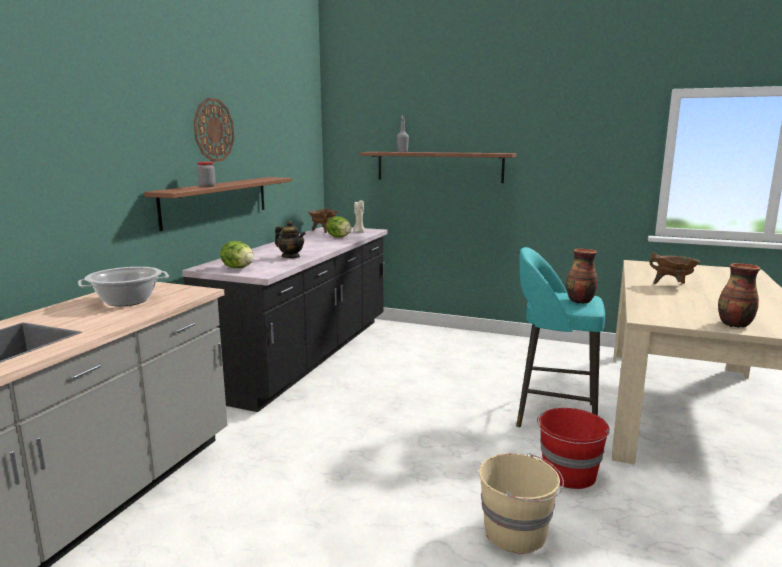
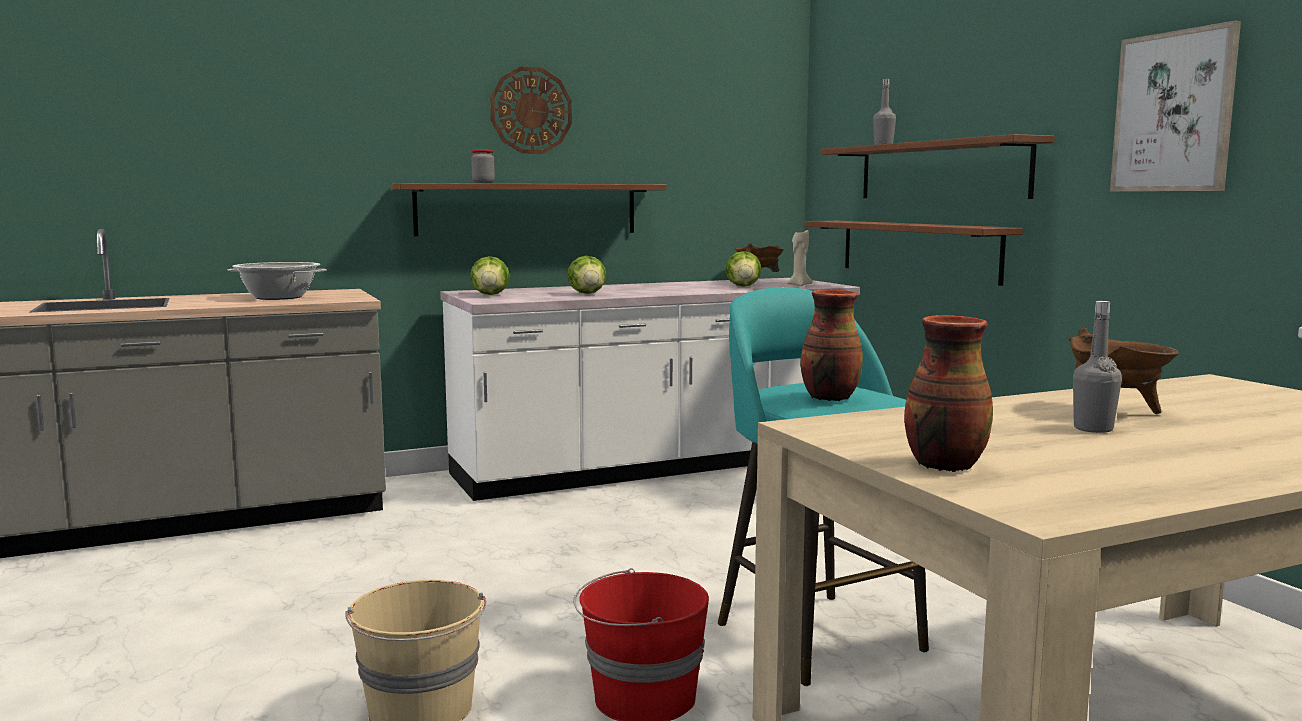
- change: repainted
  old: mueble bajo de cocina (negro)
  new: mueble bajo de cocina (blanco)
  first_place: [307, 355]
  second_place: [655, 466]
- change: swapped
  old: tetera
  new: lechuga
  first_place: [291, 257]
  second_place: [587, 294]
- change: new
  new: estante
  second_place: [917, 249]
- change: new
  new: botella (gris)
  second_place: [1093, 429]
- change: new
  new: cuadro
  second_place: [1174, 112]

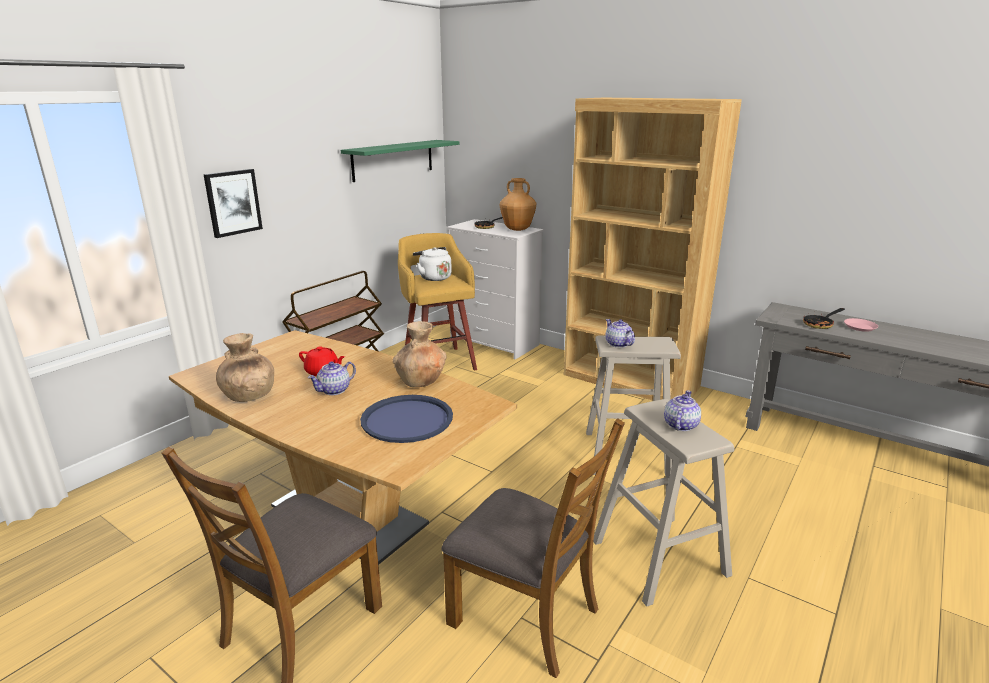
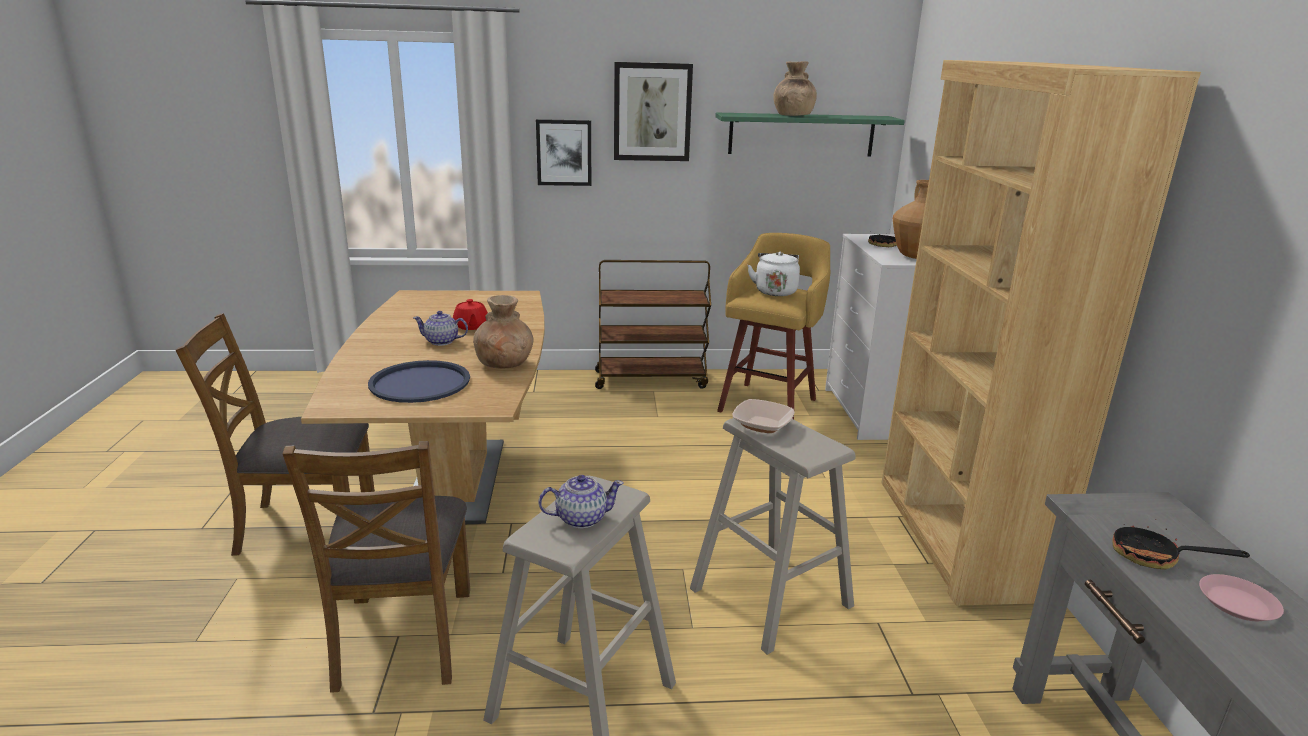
- change: new
  new: cuadro
  second_place: [652, 112]
- change: swapped
  old: tetera
  new: cuenco
  first_place: [618, 344]
  second_place: [762, 425]
- change: shifted
  old: florero (marrón)
  first_place: [249, 396]
  second_place: [792, 115]

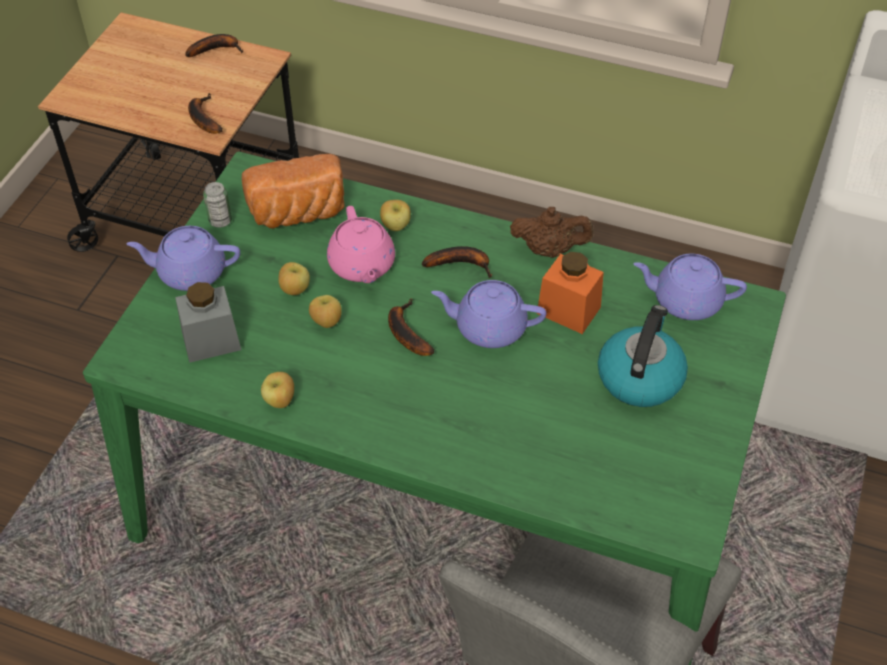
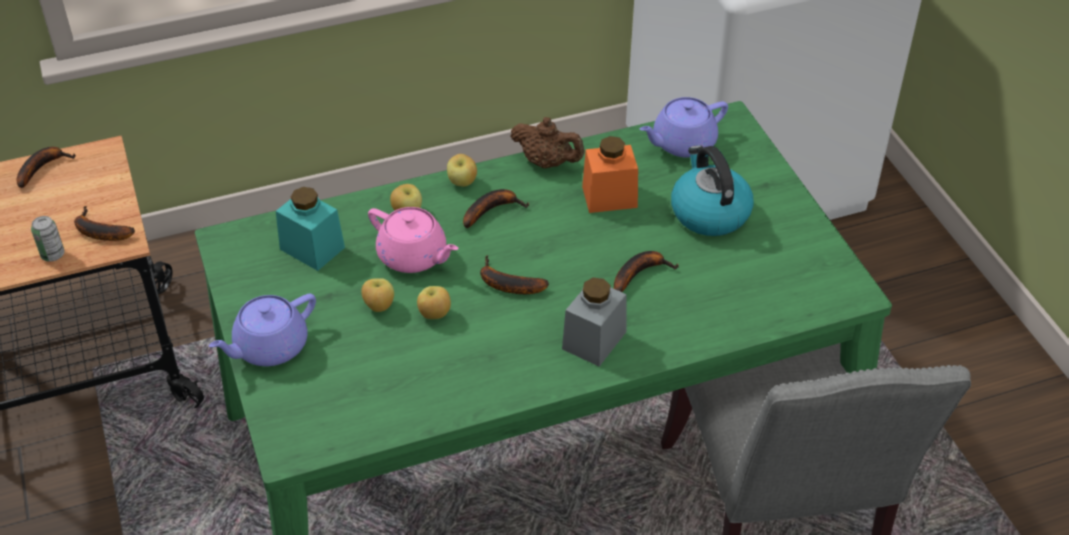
- change: shifted
  old: lata
  first_place: [220, 221]
  second_place: [53, 255]
- change: swapped
  old: pan
  new: tarro (turquesa)
  first_place: [298, 214]
  second_place: [312, 248]
- change: shifted
  old: manzana
  first_place: [280, 401]
  second_place: [462, 182]
- change: rotated
  old: tetera (marrón)
  first_place: [549, 250]
  second_place: [547, 163]
  degrees: 60
- change: shifted
  old: tarro (gris)
  first_place: [211, 340]
  second_place: [594, 340]
- change: new
  new: plátano
  second_place: [640, 273]
- change: gone
  old: tetera (morado)
  first_place: [489, 327]

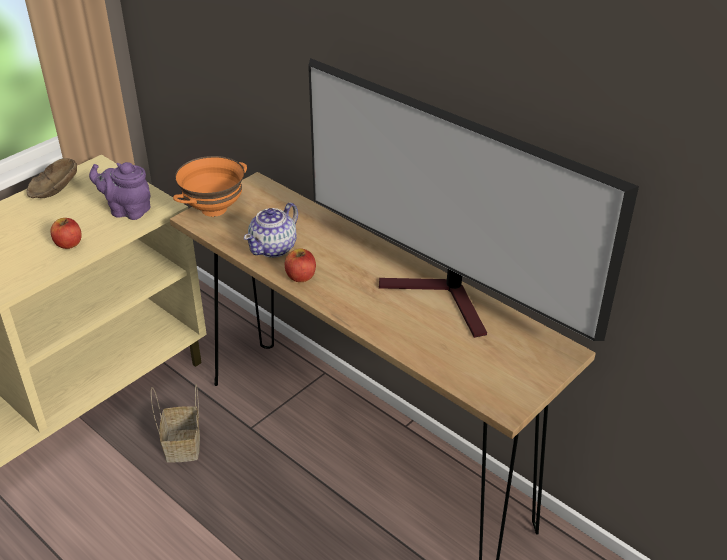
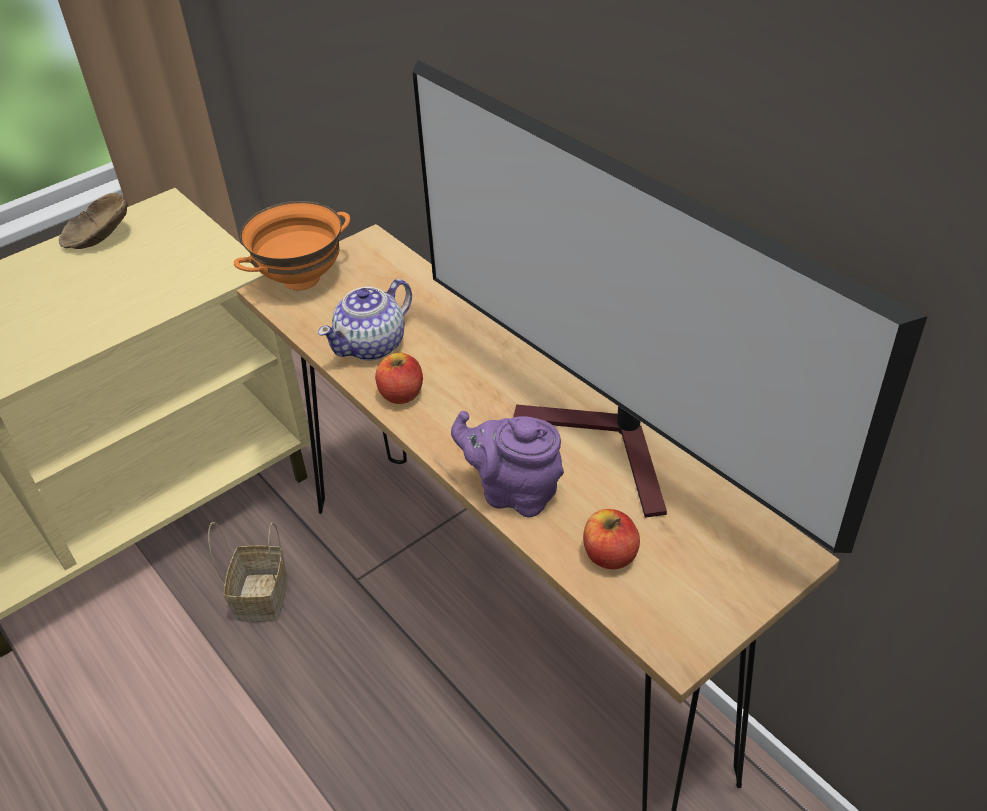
- change: shifted
  old: tetera (morado)
  first_place: [127, 210]
  second_place: [514, 492]
- change: shifted
  old: manzana
  first_place: [68, 244]
  second_place: [609, 555]

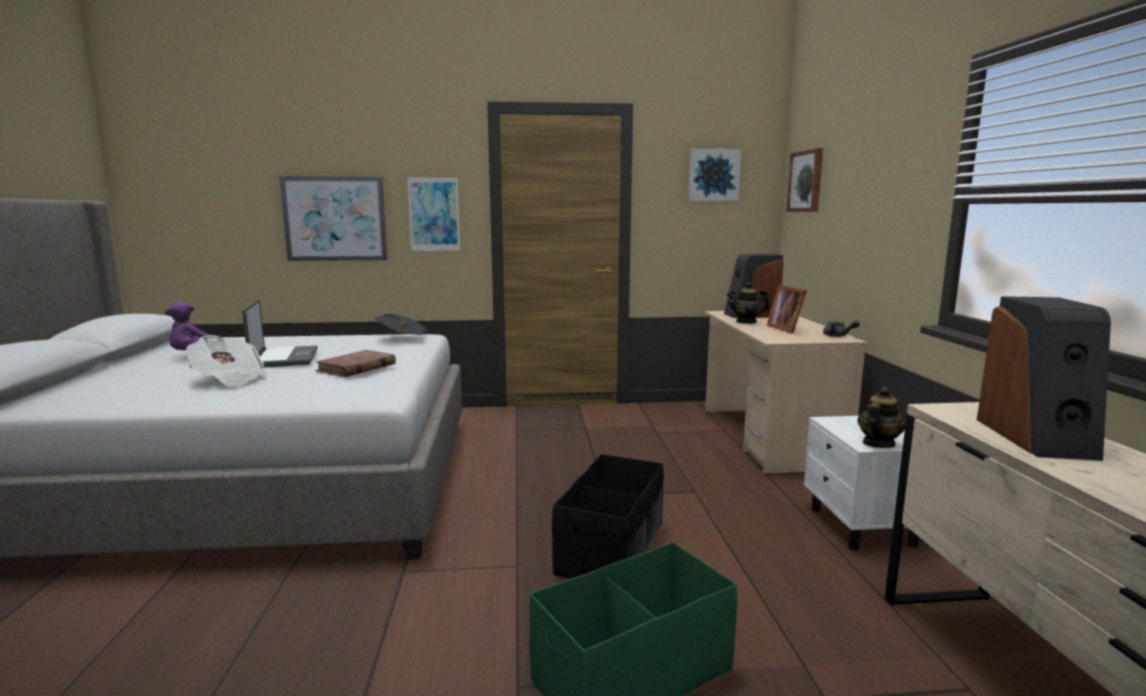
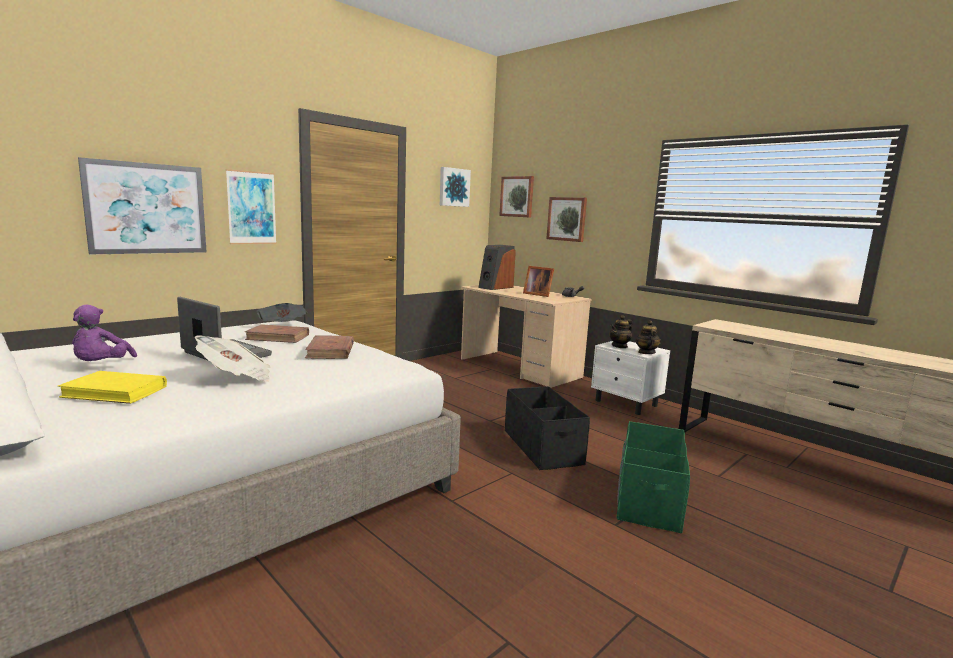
- change: new
  new: libro (amarillo)
  second_place: [115, 392]
- change: new
  new: libro (marrón)
  second_place: [278, 337]
- change: new
  new: cuadro
  second_place: [567, 219]
- change: shifted
  old: tetera
  first_place: [746, 322]
  second_place: [619, 346]
- change: gone
  old: altavoz
  first_place: [1036, 438]

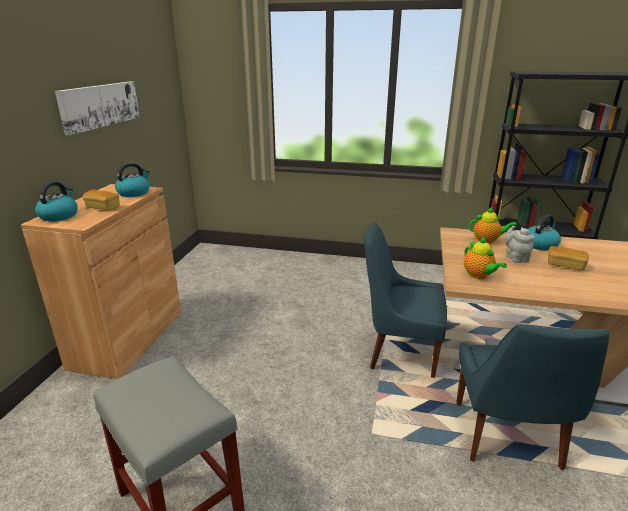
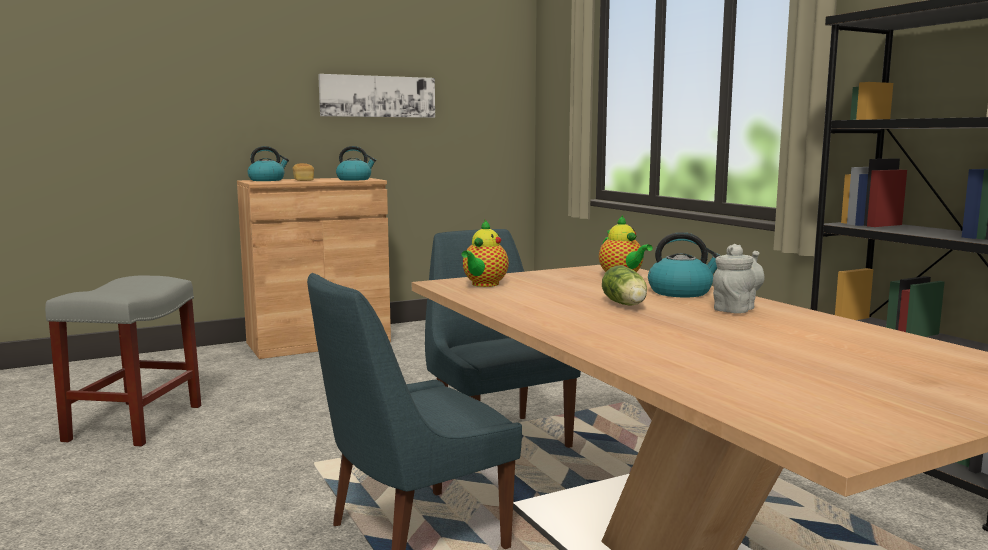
- change: swapped
  old: pan
  new: lechuga
  first_place: [565, 265]
  second_place: [626, 305]
- change: shifted
  old: tetera (gris)
  first_place: [515, 258]
  second_place: [736, 309]

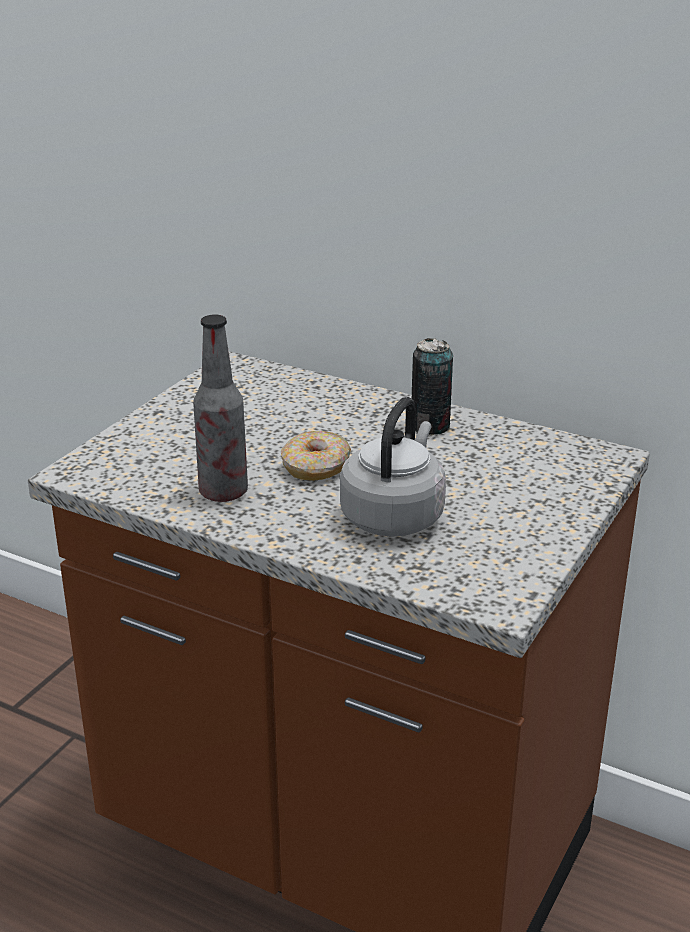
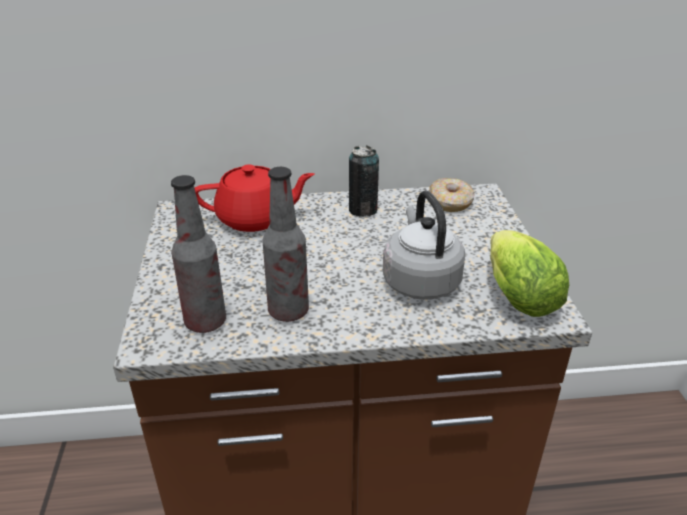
- change: new
  new: botella
  second_place: [205, 322]
- change: new
  new: tetera (rojo)
  second_place: [255, 218]
- change: shifted
  old: rosquilla
  first_place: [316, 467]
  second_place: [450, 202]
- change: new
  new: lechuga
  second_place: [515, 294]

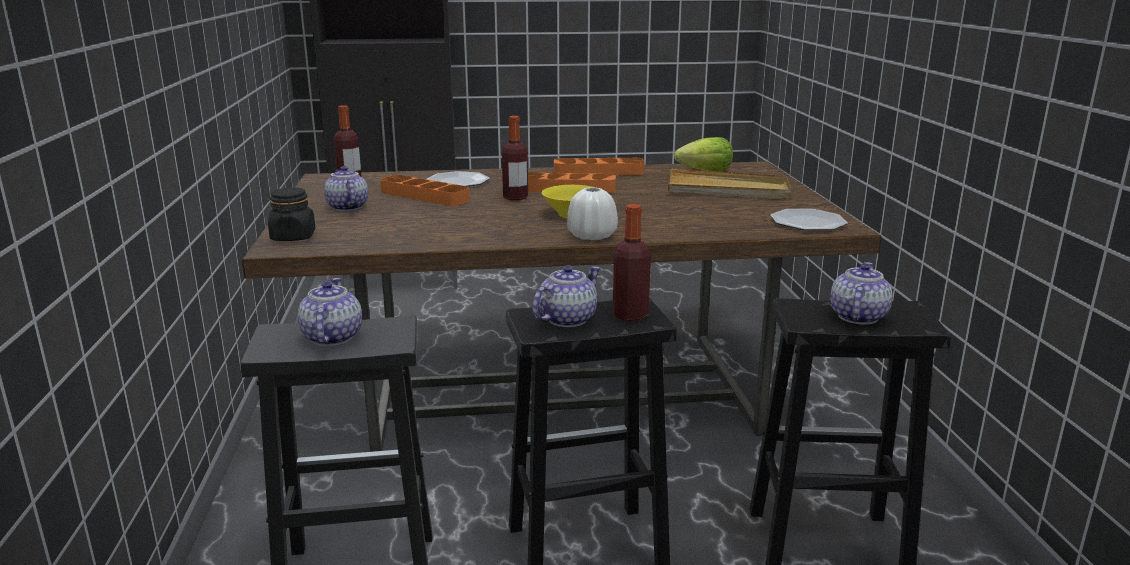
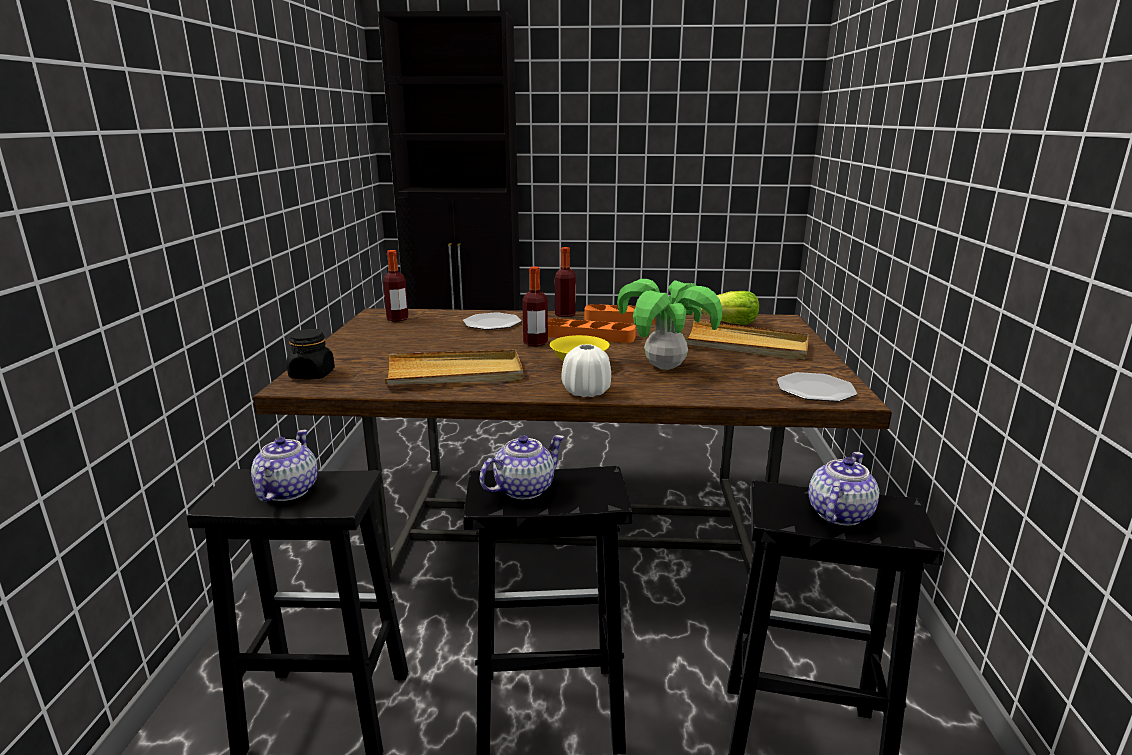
- change: new
  new: bandeja (beis)
  second_place: [455, 373]
- change: shifted
  old: botella
  first_place: [630, 315]
  second_place: [565, 314]
- change: new
  new: planta en maceta
  second_place: [665, 367]
- change: gone
  old: tetera
  first_place: [346, 207]
- change: gone
  old: bandeja (naranja)
  first_place: [424, 196]

